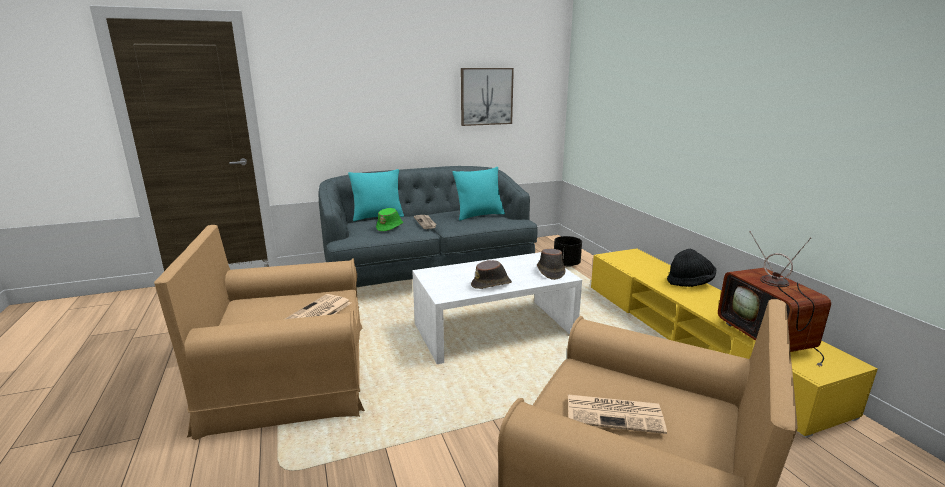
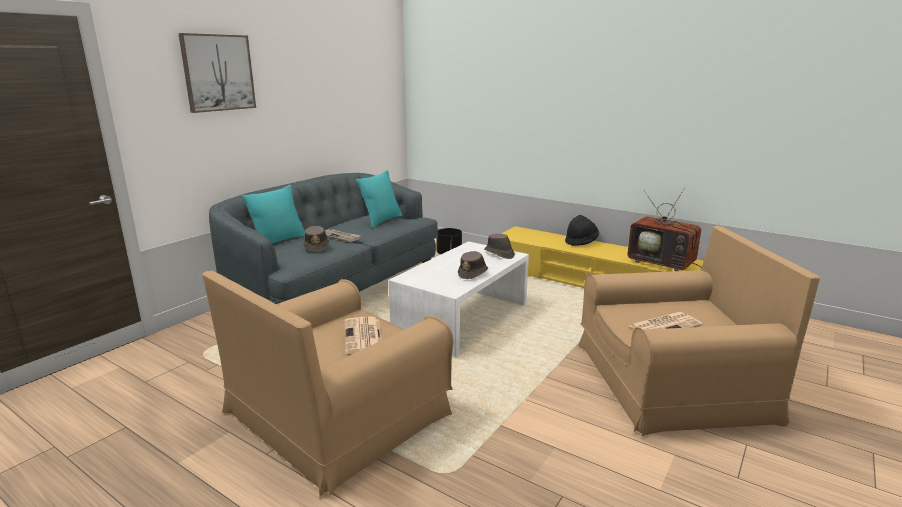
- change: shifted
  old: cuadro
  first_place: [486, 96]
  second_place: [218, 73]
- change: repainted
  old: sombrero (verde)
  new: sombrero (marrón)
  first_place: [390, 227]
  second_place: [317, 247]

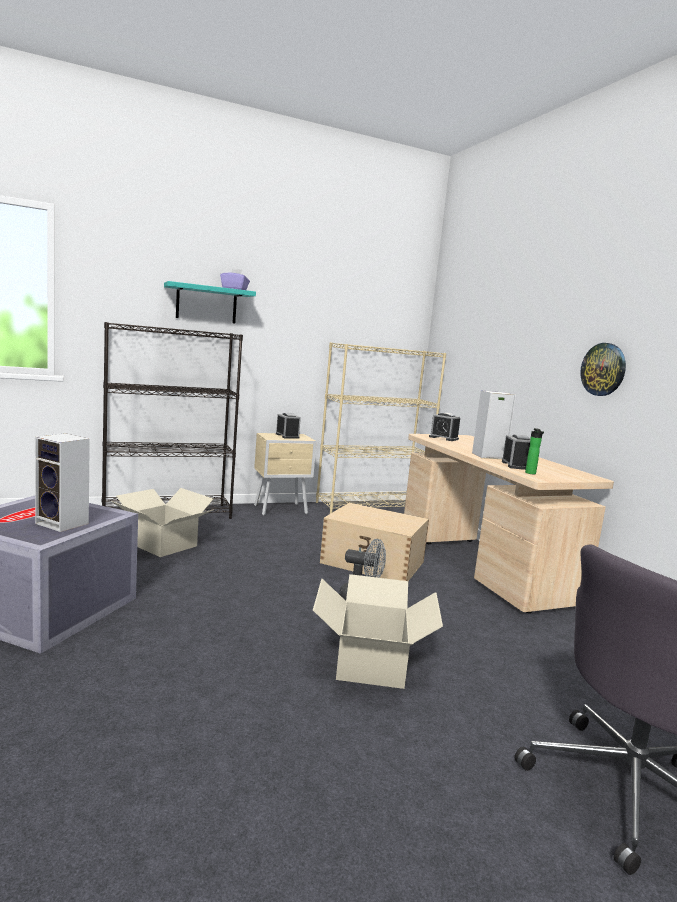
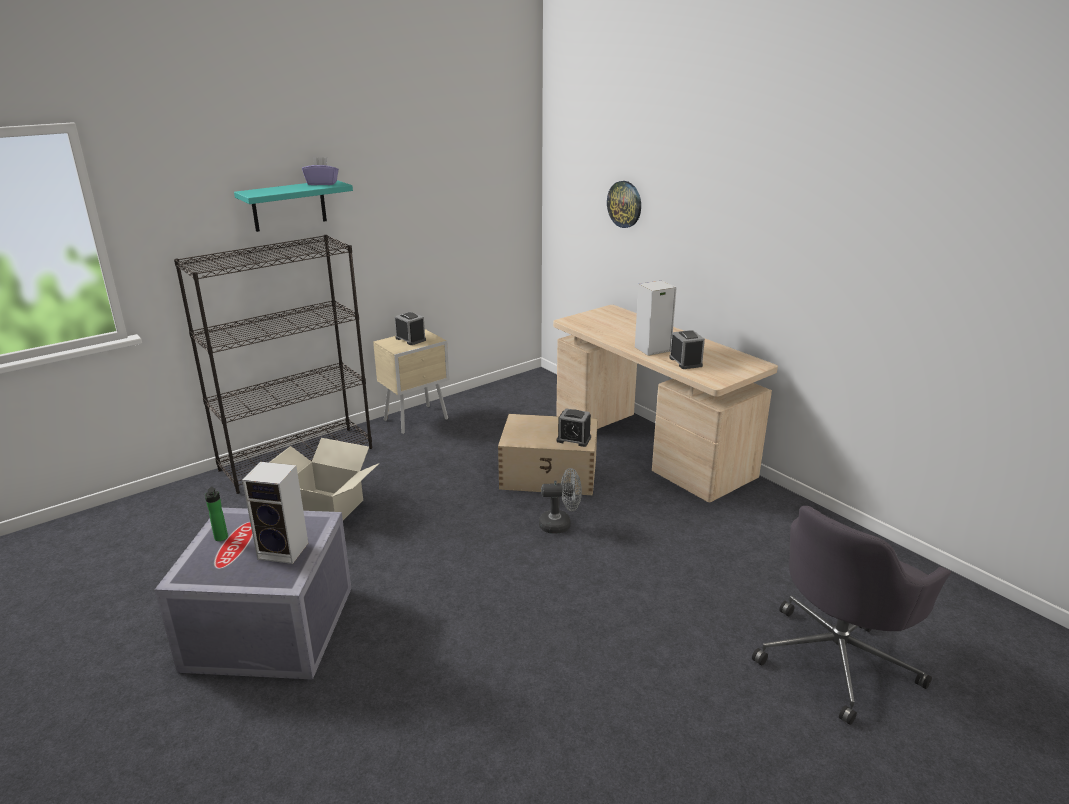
- change: shifted
  old: botella
  first_place: [531, 473]
  second_place: [221, 539]
- change: shifted
  old: despertador
  first_place: [443, 438]
  second_place: [573, 439]
- change: shifted
  old: reloj de pared
  first_place: [603, 369]
  second_place: [624, 204]
- change: gone
  old: caja de cartón
  first_place: [370, 663]
- change: gone
  old: estantería (beis)
  first_place: [371, 506]

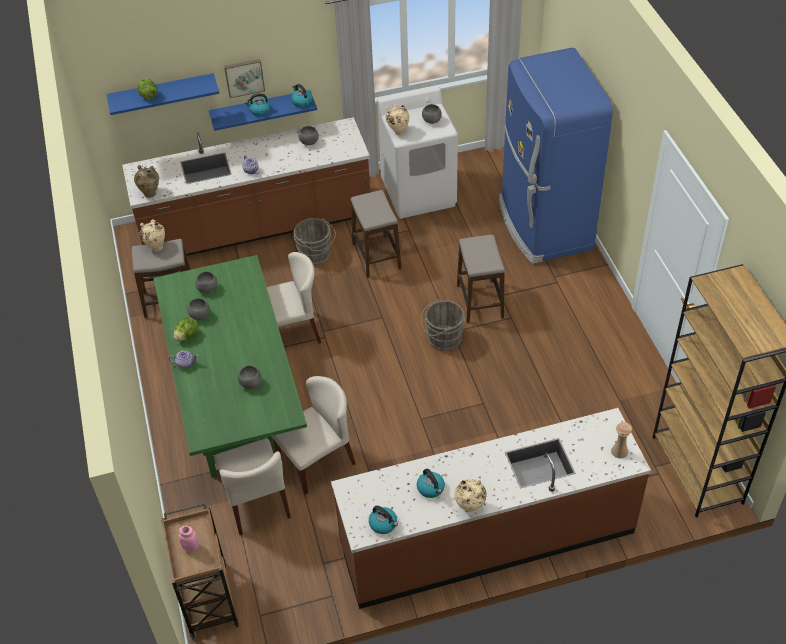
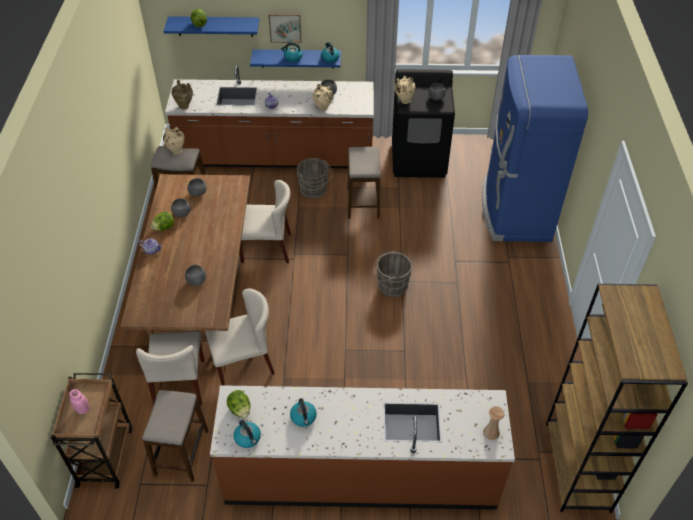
- change: repainted
  old: mesa de comedor (verde)
  new: mesa de comedor (marrón)
  first_place: [236, 400]
  second_place: [201, 293]
- change: shifted
  old: taburete
  first_place: [480, 301]
  second_place: [182, 453]
- change: new
  new: lechuga
  second_place: [240, 409]
- change: shifted
  old: florero (beis)
  first_place: [470, 508]
  second_place: [323, 109]
- change: repainted
  old: lavadora (blanco)
  new: lavadora (negro)
  first_place: [419, 193]
  second_place: [419, 160]

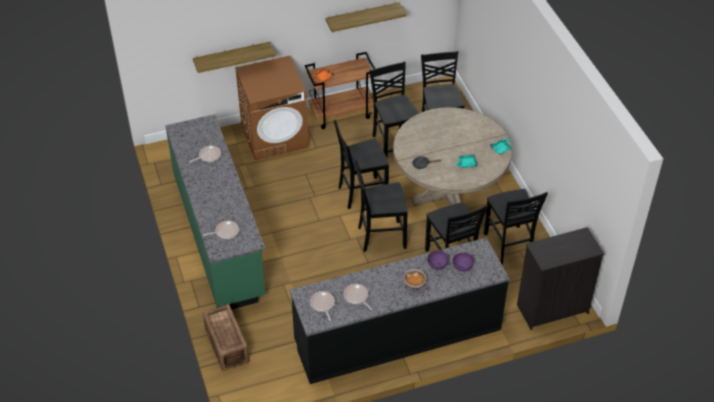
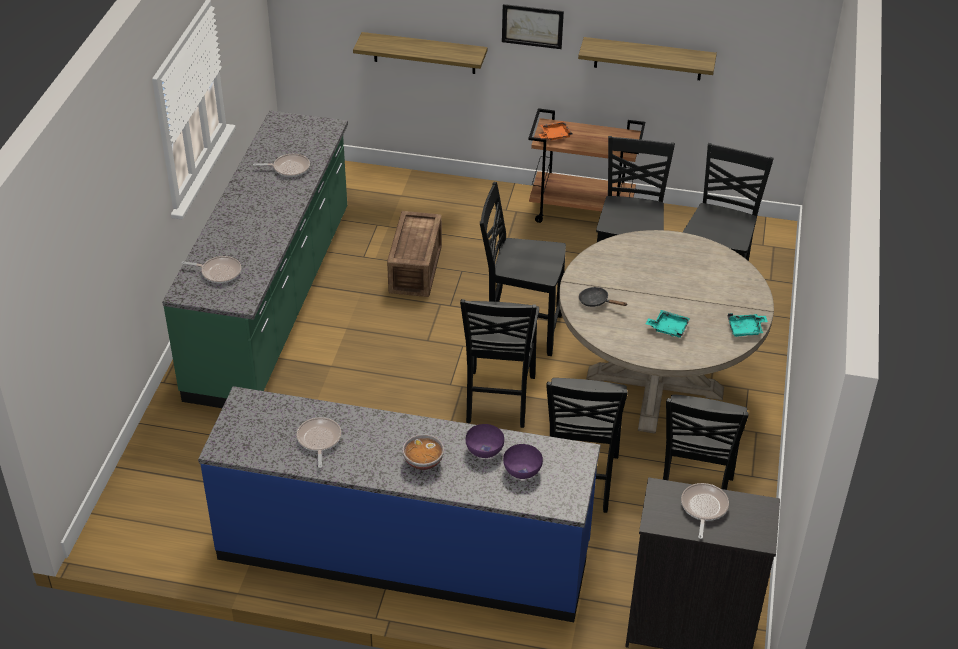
- change: repainted
  old: mueble bajo de cocina (negro)
  new: mueble bajo de cocina (azul)
  first_place: [397, 336]
  second_place: [404, 552]
- change: shifted
  old: caja de embalaje
  first_place: [226, 346]
  second_place: [414, 269]
- change: rotated
  old: silla (negro)
  first_place: [380, 237]
  second_place: [498, 400]
  degrees: -105
- change: new
  new: cuadro
  second_place: [532, 26]
- change: shifted
  old: sartén
  first_place: [322, 304]
  second_place: [703, 508]
- change: gone
  old: lavadora (marrón)
  first_place: [275, 137]

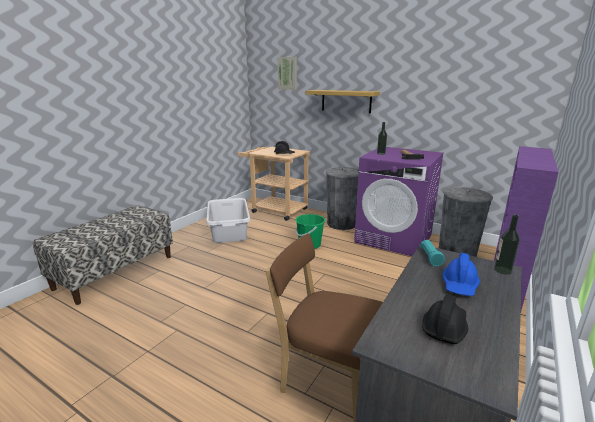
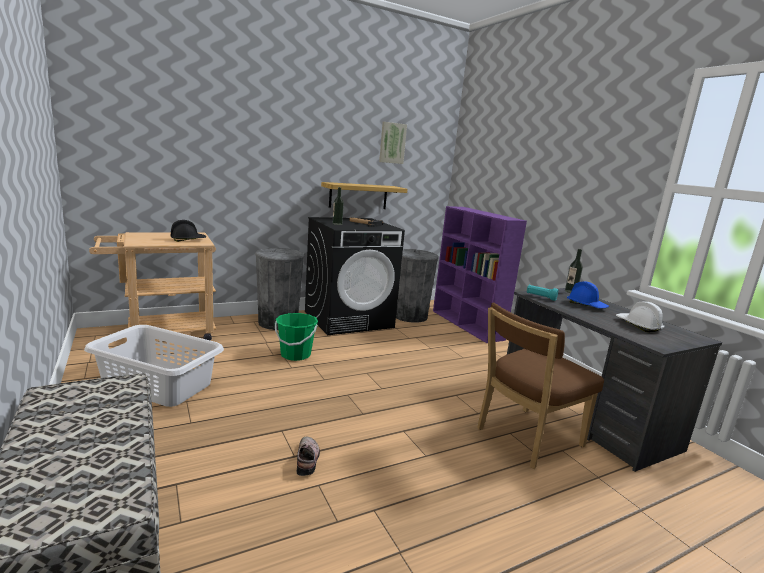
- change: new
  new: zapato
  second_place: [308, 459]
- change: repainted
  old: lavadora (morado)
  new: lavadora (negro)
  first_place: [394, 238]
  second_place: [349, 319]
- change: shifted
  old: estante
  first_place: [346, 101]
  second_place: [358, 196]
- change: shifted
  old: cuadro
  first_place: [288, 73]
  second_place: [392, 143]
- change: repainted
  old: casco (negro)
  new: casco (blanco)
  first_place: [444, 326]
  second_place: [638, 325]

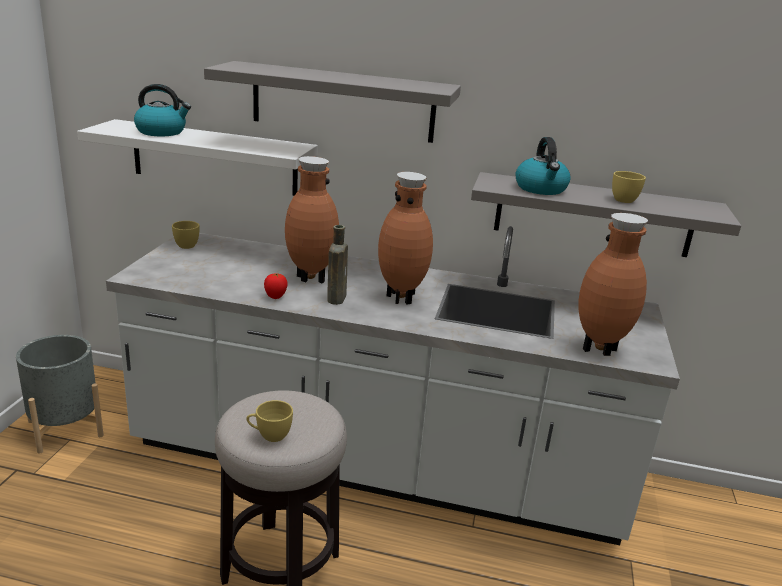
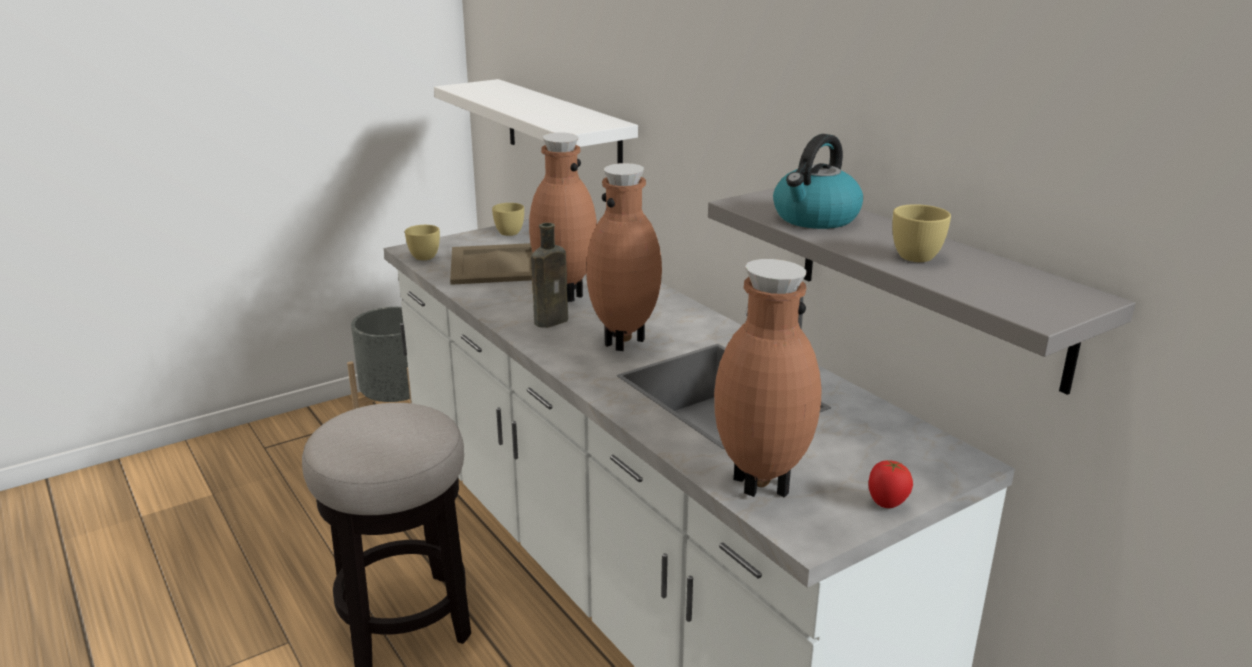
- change: shifted
  old: taza (amarillo)
  first_place: [269, 435]
  second_place: [421, 256]
- change: new
  new: bandeja (beis)
  second_place: [497, 264]
- change: shifted
  old: tomate
  first_place: [275, 297]
  second_place: [886, 504]
- change: gone
  old: hervidor
  first_place: [162, 132]
- change: gone
  old: estante (gris)
  first_place: [342, 102]

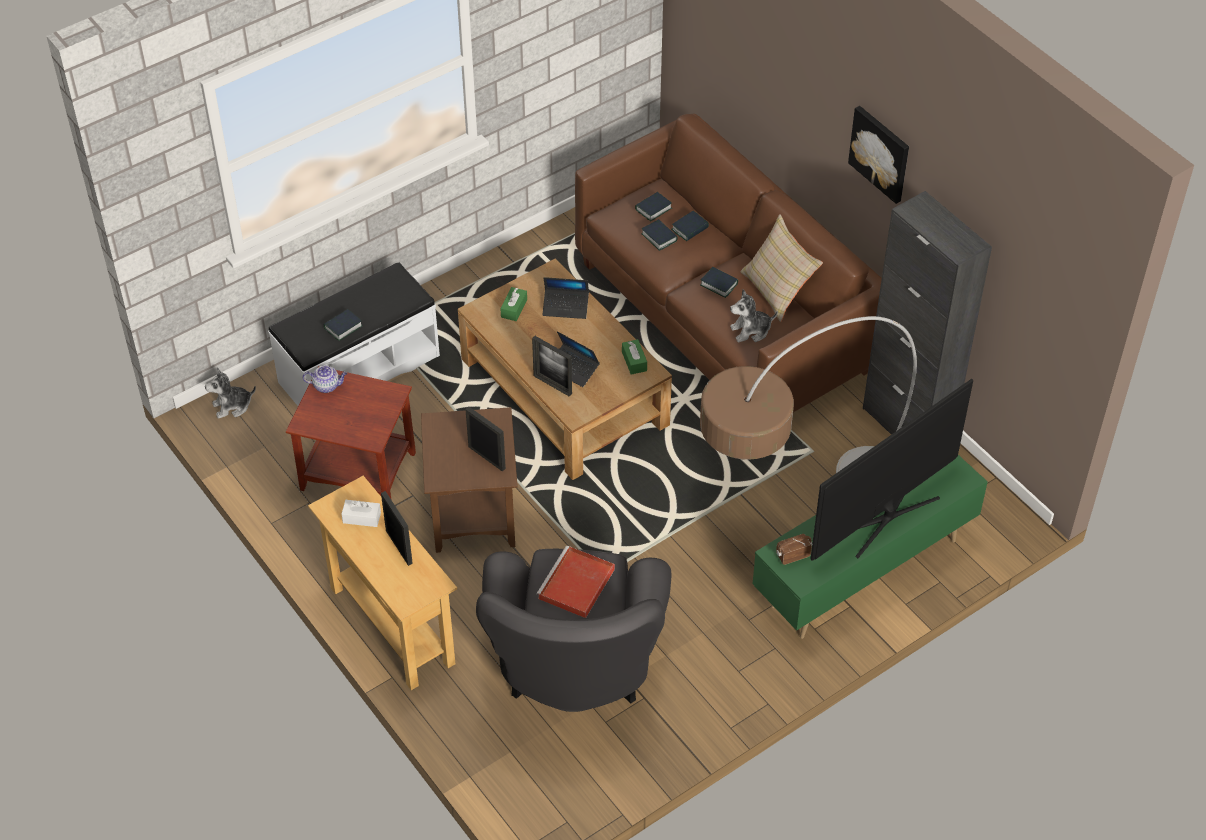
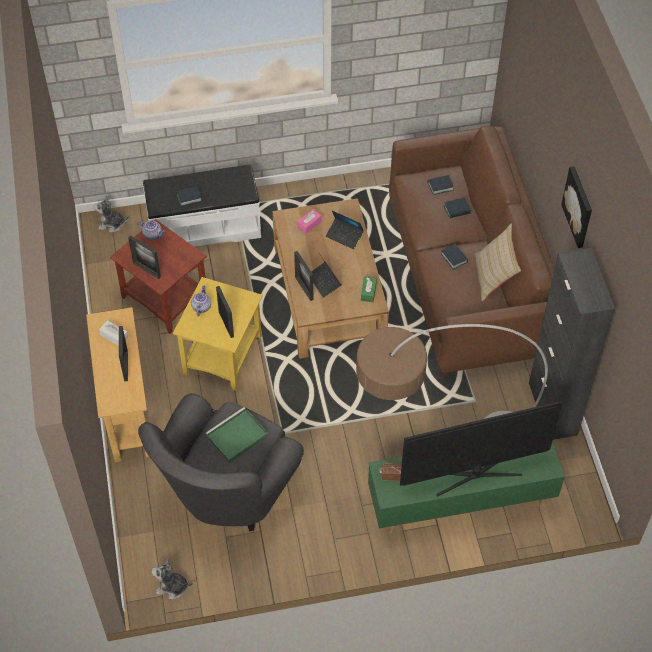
- change: new
  new: portarretratos
  second_place: [147, 270]
- change: shifted
  old: peluche
  first_place: [751, 331]
  second_place: [172, 587]
- change: repainted
  old: mesa auxiliar (marrón)
  new: mesa auxiliar (amarillo)
  first_place: [471, 511]
  second_place: [221, 354]
- change: new
  new: tetera
  second_place: [201, 307]
- change: repainted
  old: bandeja (rojo)
  new: bandeja (verde)
  first_place: [576, 585]
  second_place: [236, 437]
- change: repainted
  old: caja de pañuelos (verde)
  new: caja de pañuelos (rosa)
  first_place: [514, 308]
  second_place: [309, 224]
- change: gone
  old: libro
  first_place: [659, 237]

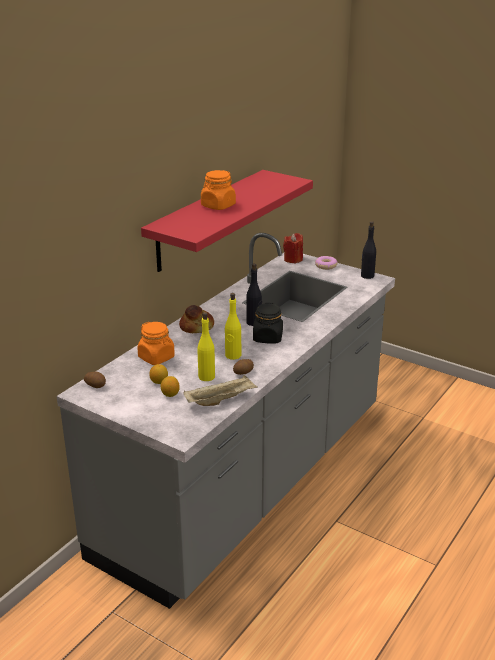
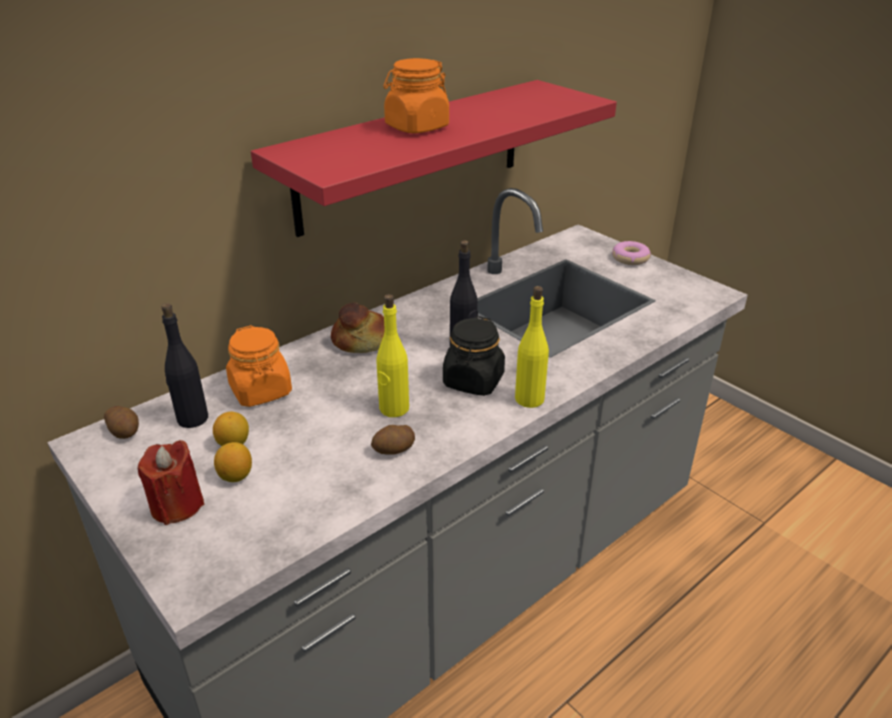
- change: shifted
  old: vela (rojo)
  first_place: [293, 259]
  second_place: [177, 505]
- change: shifted
  old: botella (negro)
  first_place: [367, 276]
  second_place: [192, 418]
- change: shifted
  old: botella (amarillo)
  first_place: [206, 377]
  second_place: [529, 399]
- change: gone
  old: bandeja (beis)
  first_place: [221, 400]

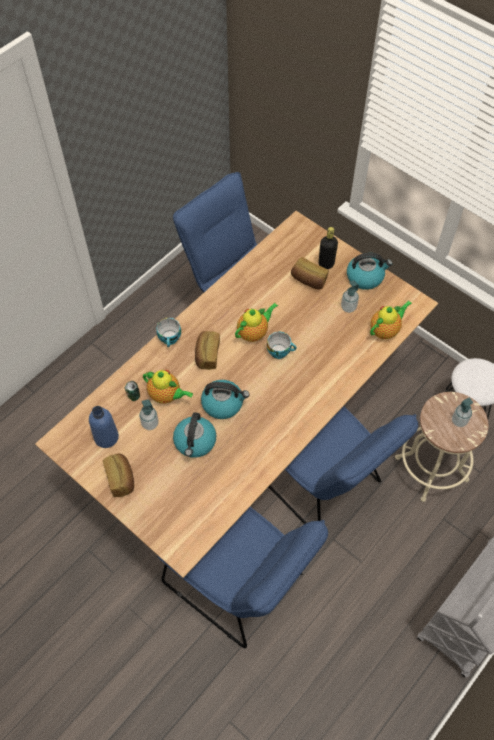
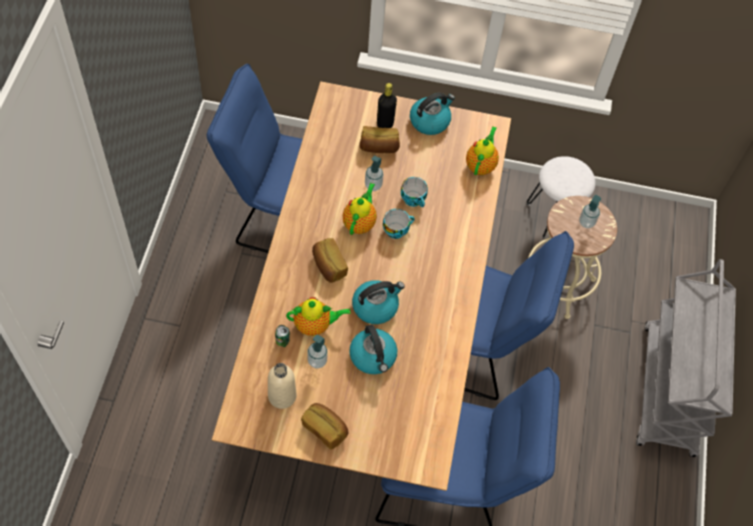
- change: repainted
  old: botella (azul)
  new: botella (beis)
  first_place: [106, 437]
  second_place: [282, 396]
- change: shifted
  old: dispensador de jabón
  first_place: [348, 307]
  second_place: [373, 185]
- change: shifted
  old: taza
  first_place: [170, 339]
  second_place: [414, 199]

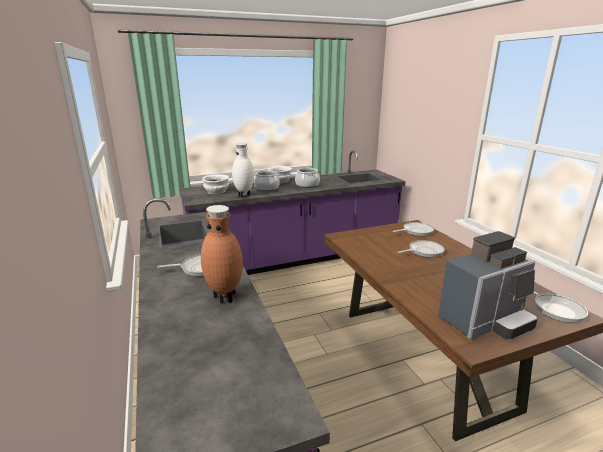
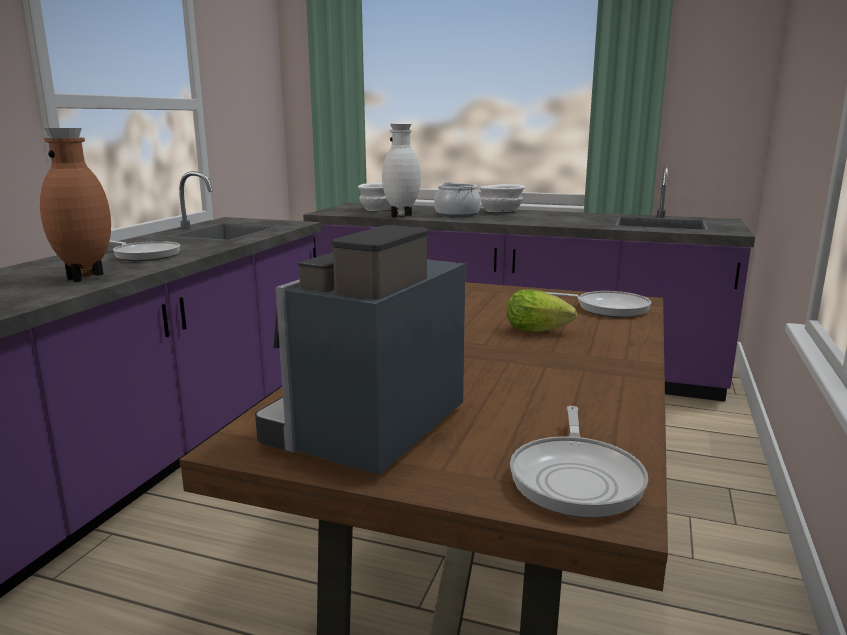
- change: rotated
  old: cafetera
  first_place: [485, 321]
  second_place: [367, 431]
  degrees: 105
- change: swapped
  old: sartén
  new: lechuga
  first_place: [424, 251]
  second_place: [540, 331]
- change: gone
  old: olla
  first_place: [307, 185]

